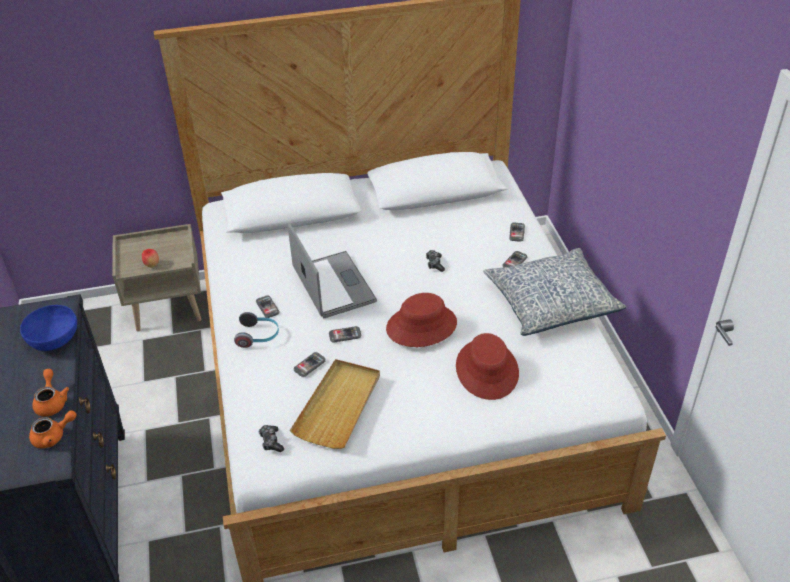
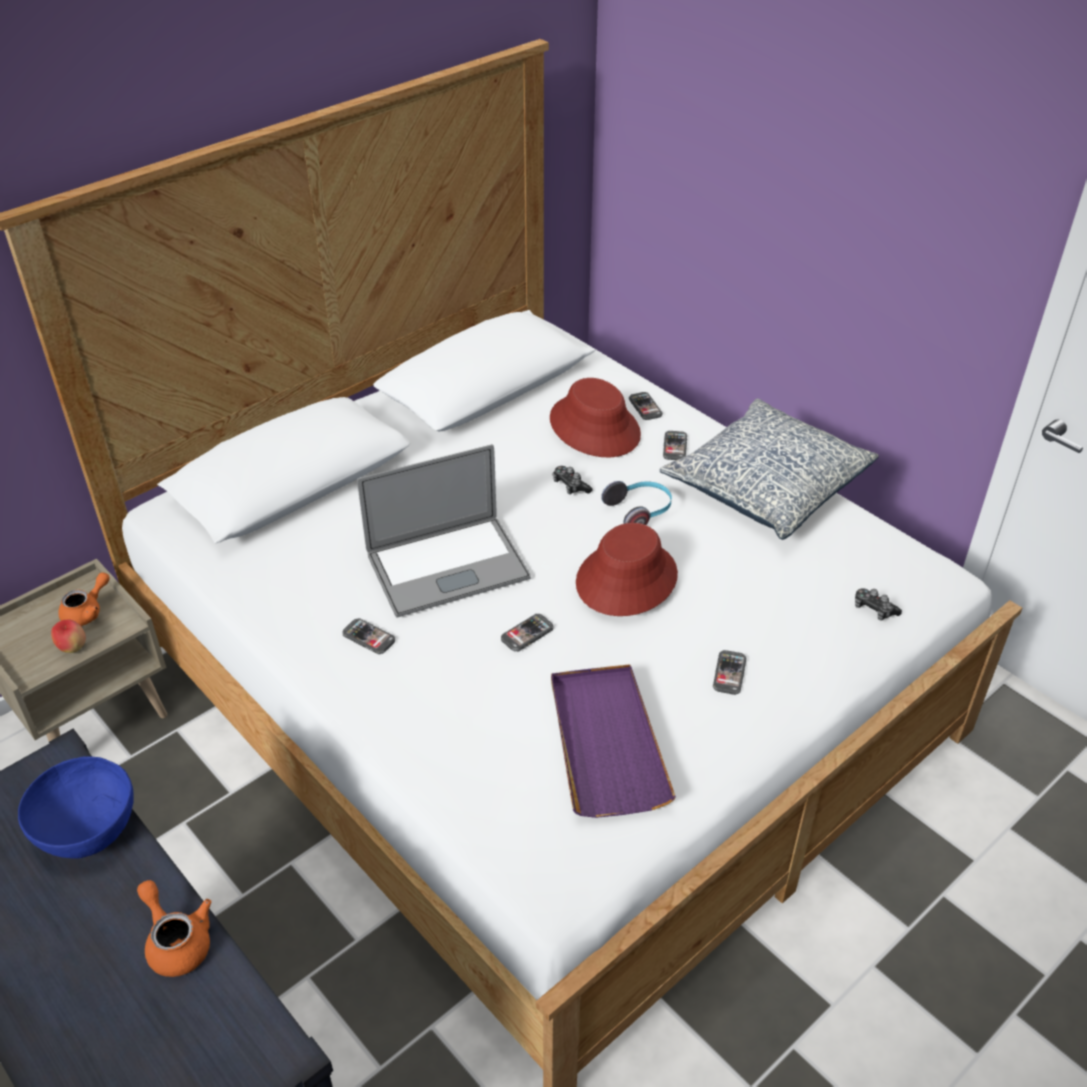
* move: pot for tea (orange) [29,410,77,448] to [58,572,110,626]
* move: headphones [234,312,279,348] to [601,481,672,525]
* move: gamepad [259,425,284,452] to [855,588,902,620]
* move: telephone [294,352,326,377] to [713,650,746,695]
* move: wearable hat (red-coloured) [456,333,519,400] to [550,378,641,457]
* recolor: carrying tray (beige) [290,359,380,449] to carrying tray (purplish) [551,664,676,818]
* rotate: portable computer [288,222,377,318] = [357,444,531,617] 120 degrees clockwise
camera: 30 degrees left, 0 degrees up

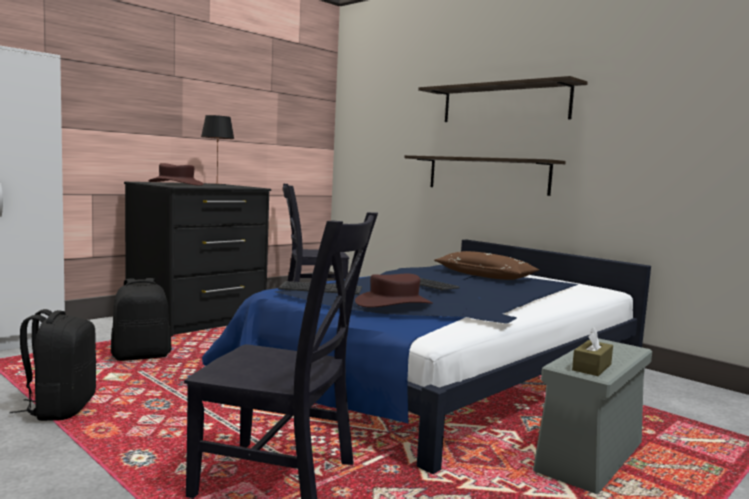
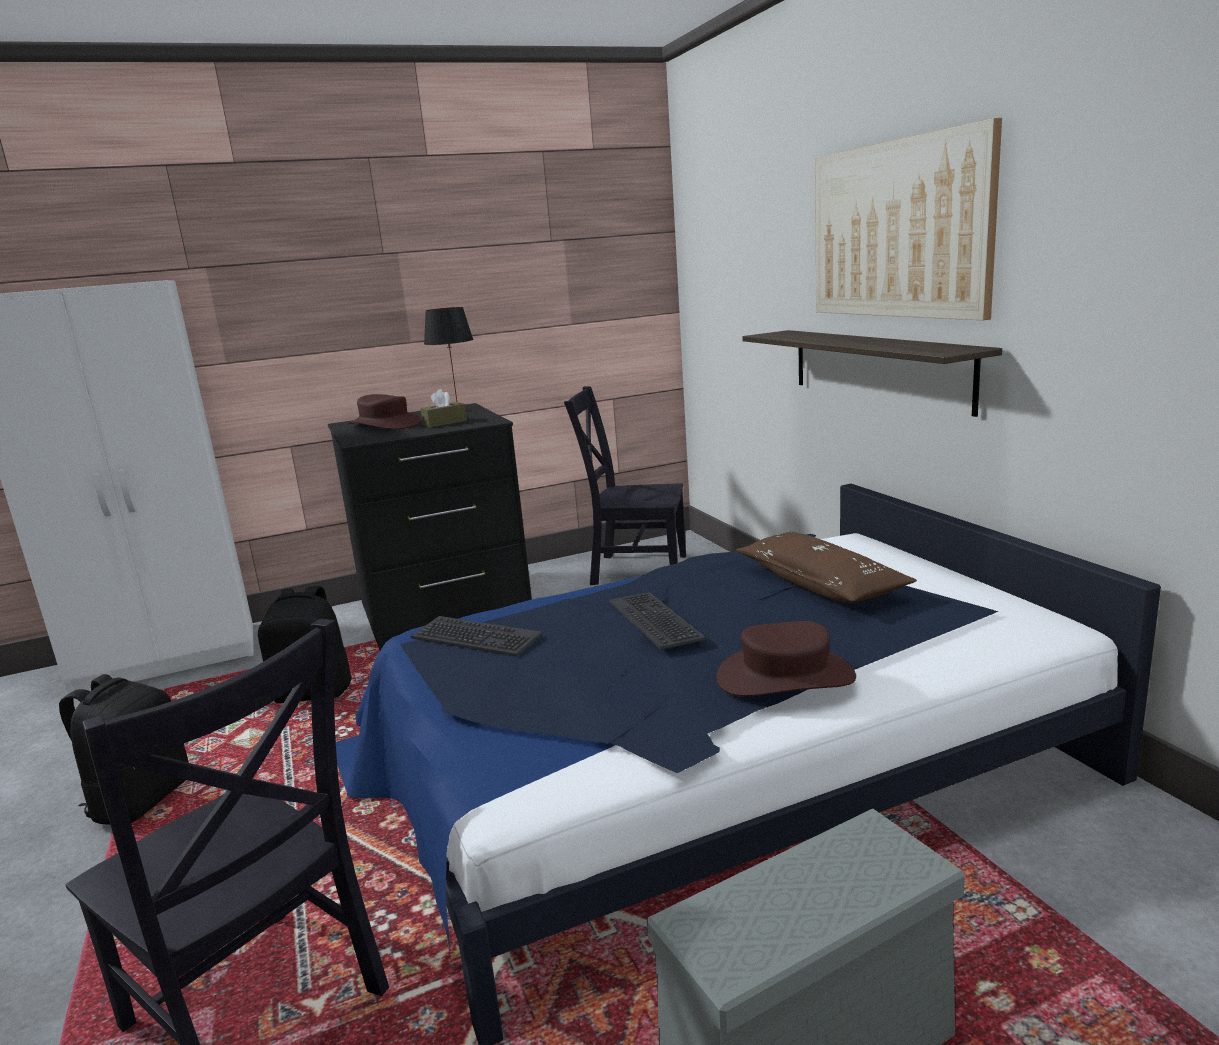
* move: wearable hat (brownish) [355,274,433,308] to [716,621,856,697]
* move: tissue box (brownish) [572,327,613,376] to [421,389,467,428]
* replace: bracket shelf [418,76,588,122] to picture [815,118,1002,320]
camera: 25 degrees right, 10 degrees up

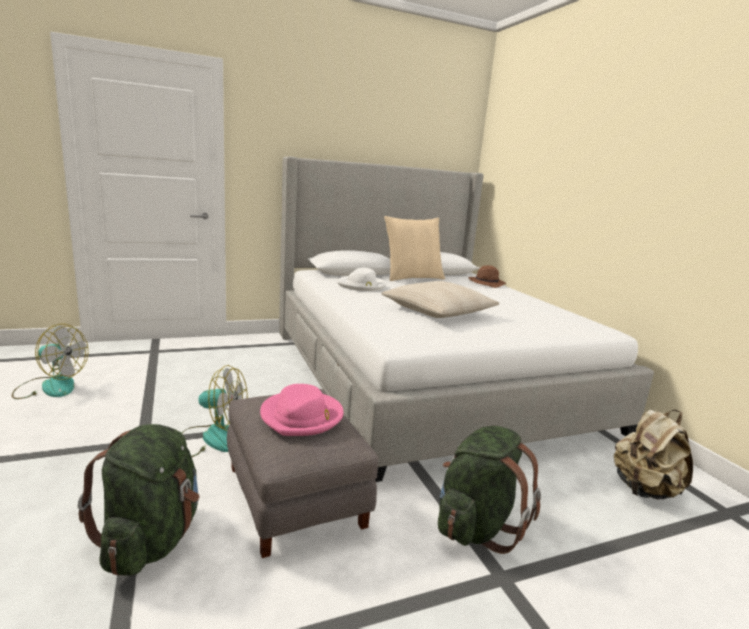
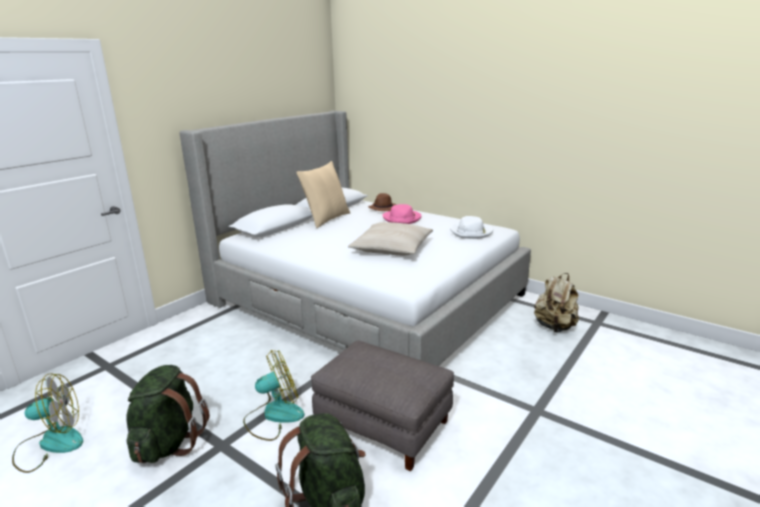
* move: wearable hat (pink-coloured) [260,384,344,436] to [382,204,422,224]
* move: wearable hat (whitish) [337,268,386,291] to [450,216,493,239]
* move: knapsack (green-coloured) [438,426,541,554] to [127,365,210,463]
camera: 30 degrees left, 5 degrees up

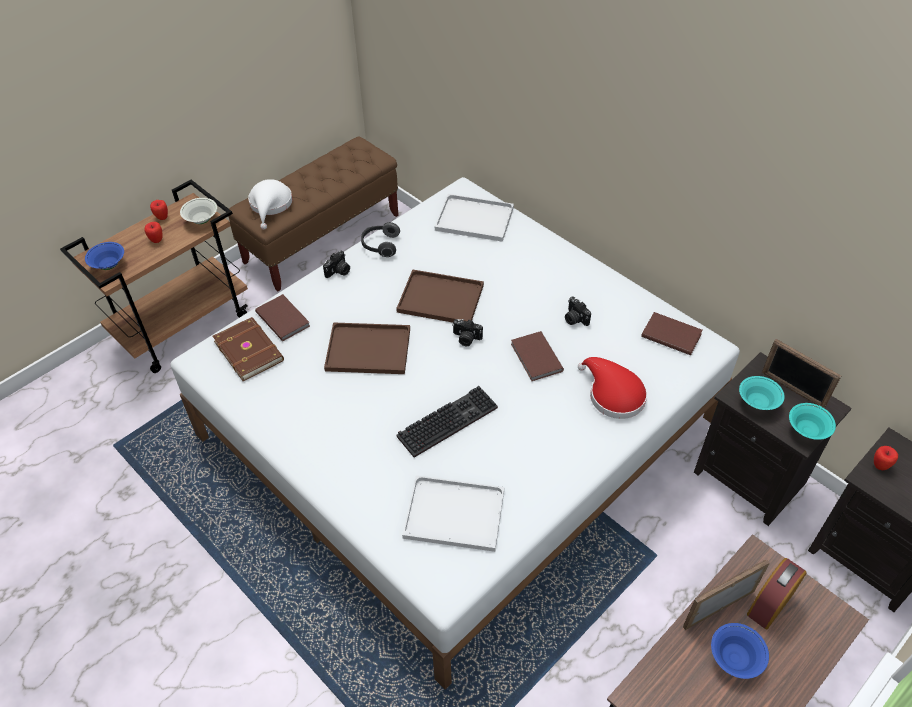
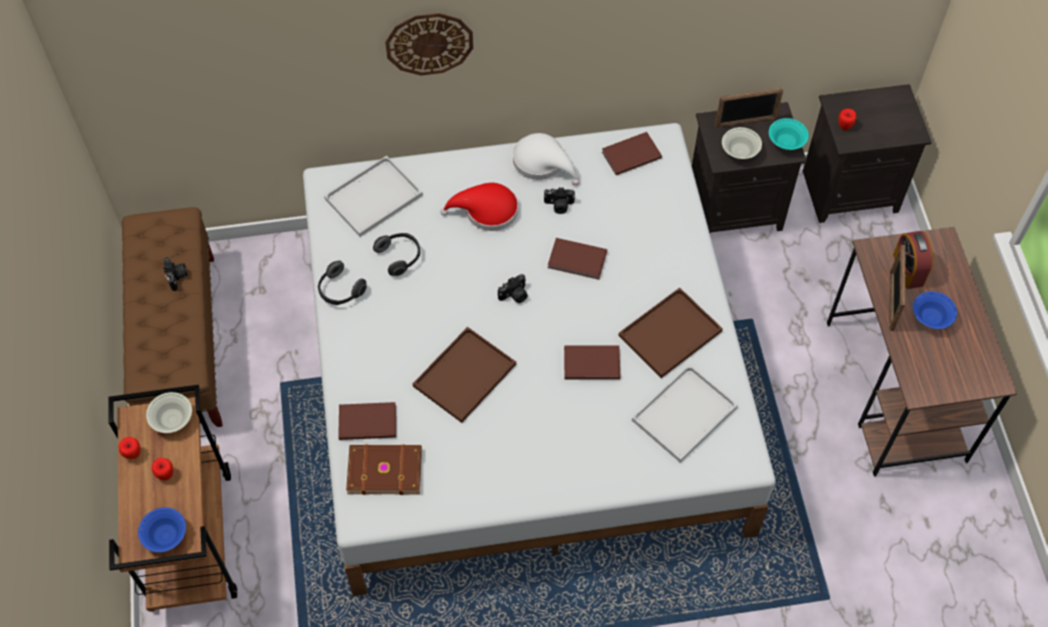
* insert: headphones [373,233,420,276]
* insert: wall clock [385,13,473,75]
* move: wearable hat (whitish) [248,179,293,230] to [513,133,580,186]
* move: photo camera [323,251,350,278] to [163,257,188,291]
* move: carrying tray (brownish) [396,269,484,323] to [619,288,723,378]
* move: wearable hat (red-coloured) [578,357,647,419] to [440,183,518,231]
* replace: computer keyboard [397,386,498,458] to bound book (brownish) [564,345,620,380]
* recolor: serving bowl (turquoise-coloured) [739,376,785,410] to serving bowl (whitish) [722,127,762,159]
camera: 55 degrees left, 10 degrees up

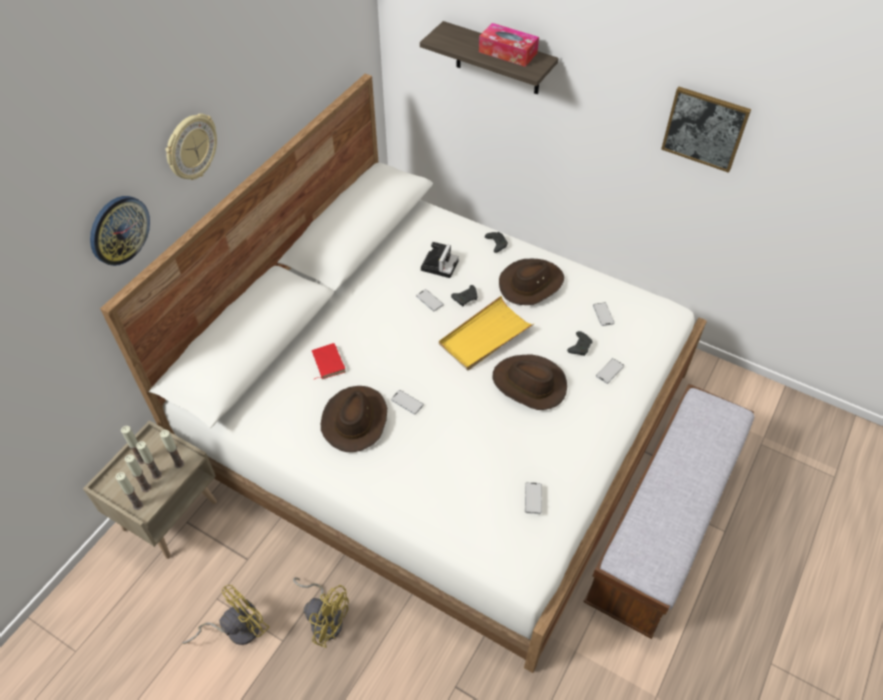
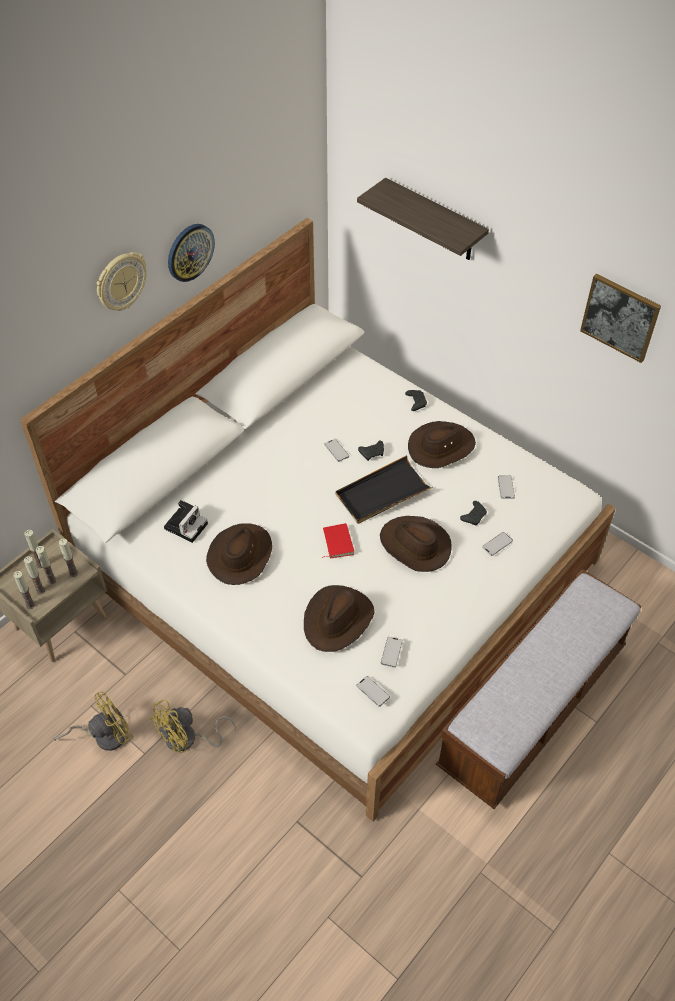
* delete: tissue box [479,23,539,67]
* insert: wearable hat (brownish) [304,585,375,652]
* move: wall clock [90,196,150,266] to [168,224,215,282]
* move: bound book (red-coloured) [312,343,346,379] to [322,523,354,558]
* move: telephone [391,390,424,415] to [356,676,390,707]
* move: photo camera [421,242,459,278] to [164,500,208,543]
* recolor: carrying tray (yellow-coloured) [439,296,535,370] to carrying tray (black-coloured) [335,455,433,524]
* rotate: cooling fan (yellow-coloured) [293,577,349,648] = [150,700,236,753] 105 degrees clockwise
camera: 10 degrees right, 0 degrees up

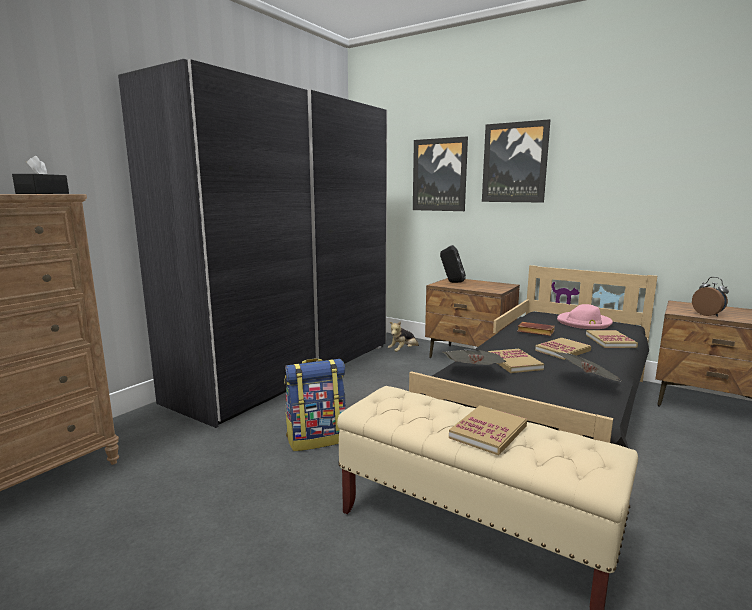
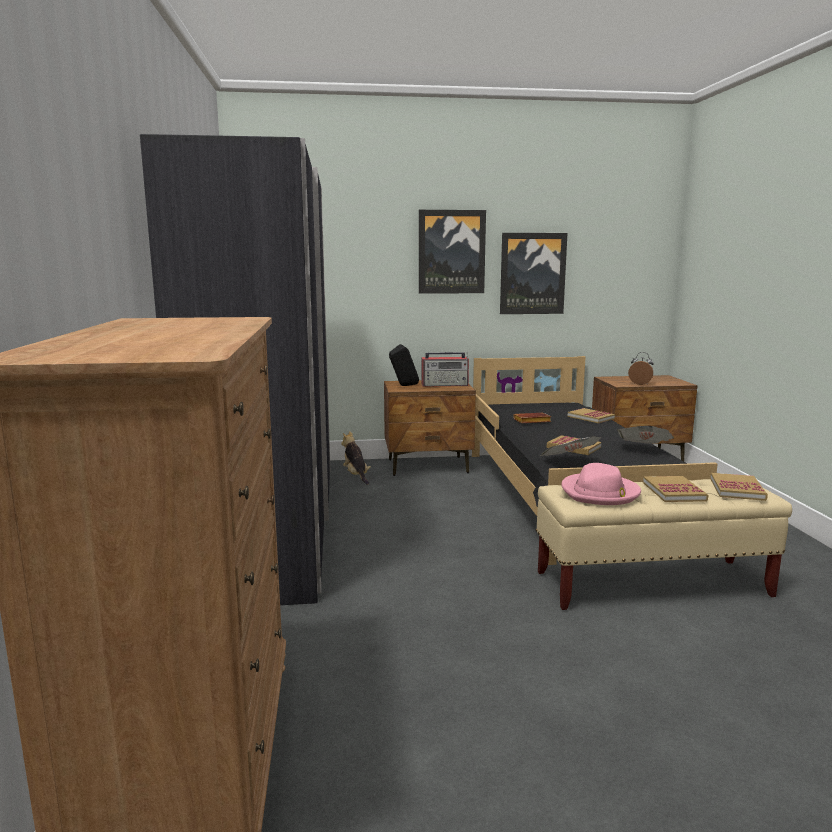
* delete: tissue box (black-coloured) [12,156,69,194]
* delete: knapsack [284,358,346,451]
* insert: radio receiver [421,351,469,387]
* move: picture [413,136,468,211] to [500,233,567,314]
* move: bound book [535,338,591,360] to [710,473,768,501]
* move: wearable hat (pink-coloured) [557,304,613,329] to [562,463,641,505]
* rotate: plush toy [388,321,419,352] = [341,431,371,485] 150 degrees clockwise
camera: 40 degrees left, 0 degrees up

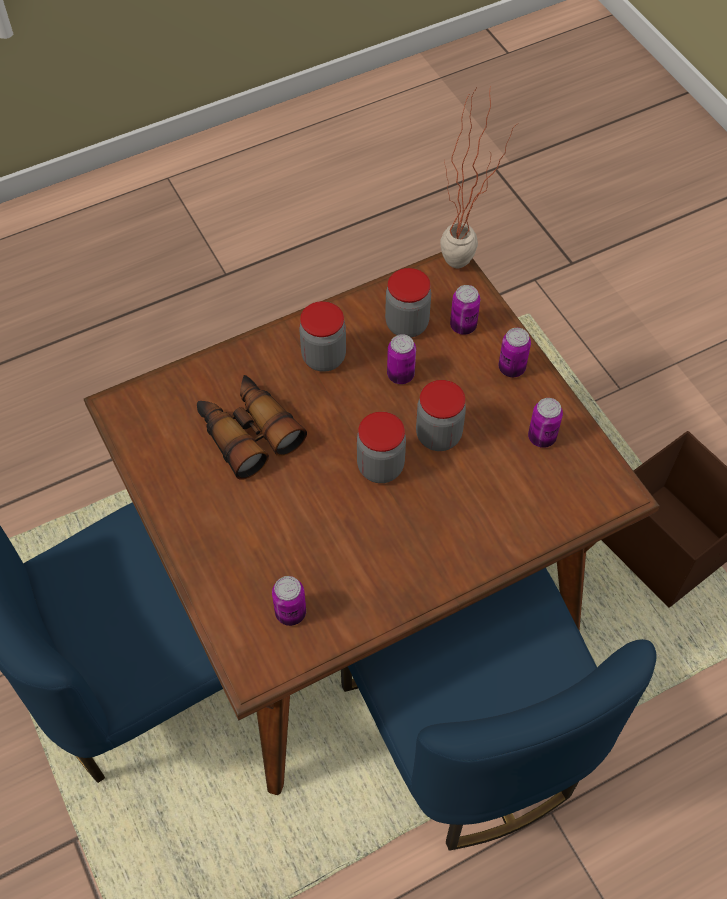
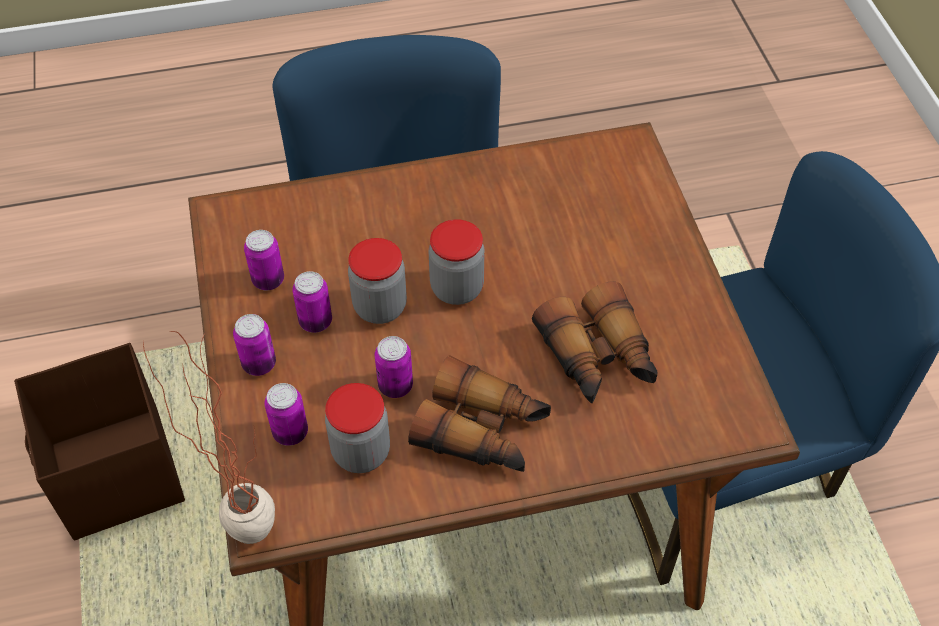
* move: sealed can [272,576,306,626] to [292,271,332,333]
* replace: jar [299,301,346,372] to field glasses [408,355,551,472]
camera: 165 degrees left, 5 degrees down

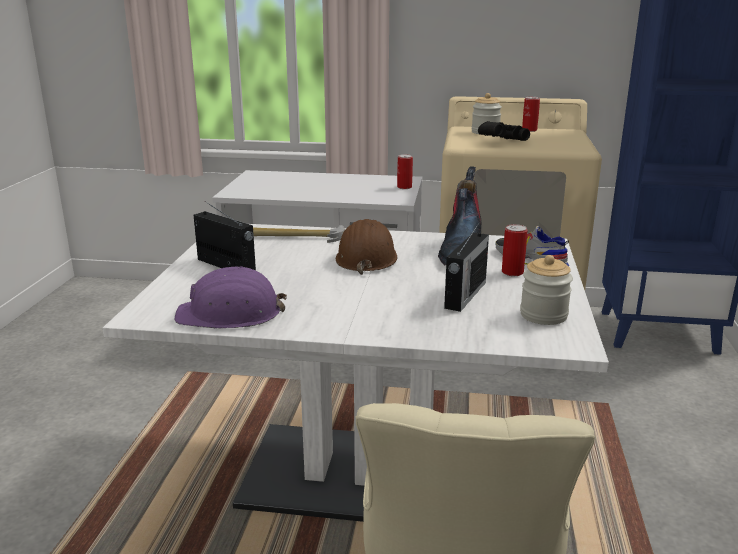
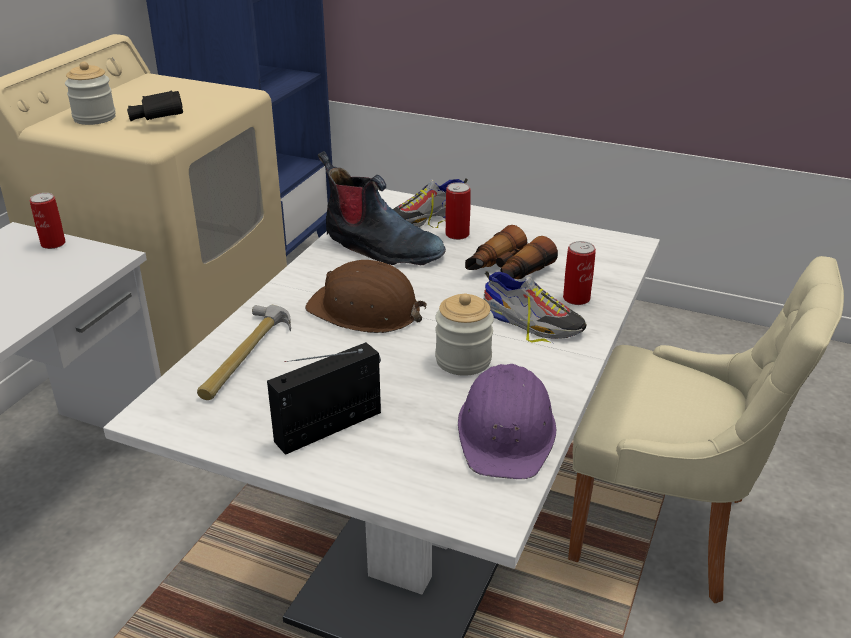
* insert: shoe [484,271,587,343]
* move: jar [520,255,573,325] to [435,293,494,376]
* move: sealed can [522,97,540,132] to [563,241,596,305]
* replace: radio receiver [444,222,489,312] to field glasses [465,225,558,279]
camera: 75 degrees left, 10 degrees up

